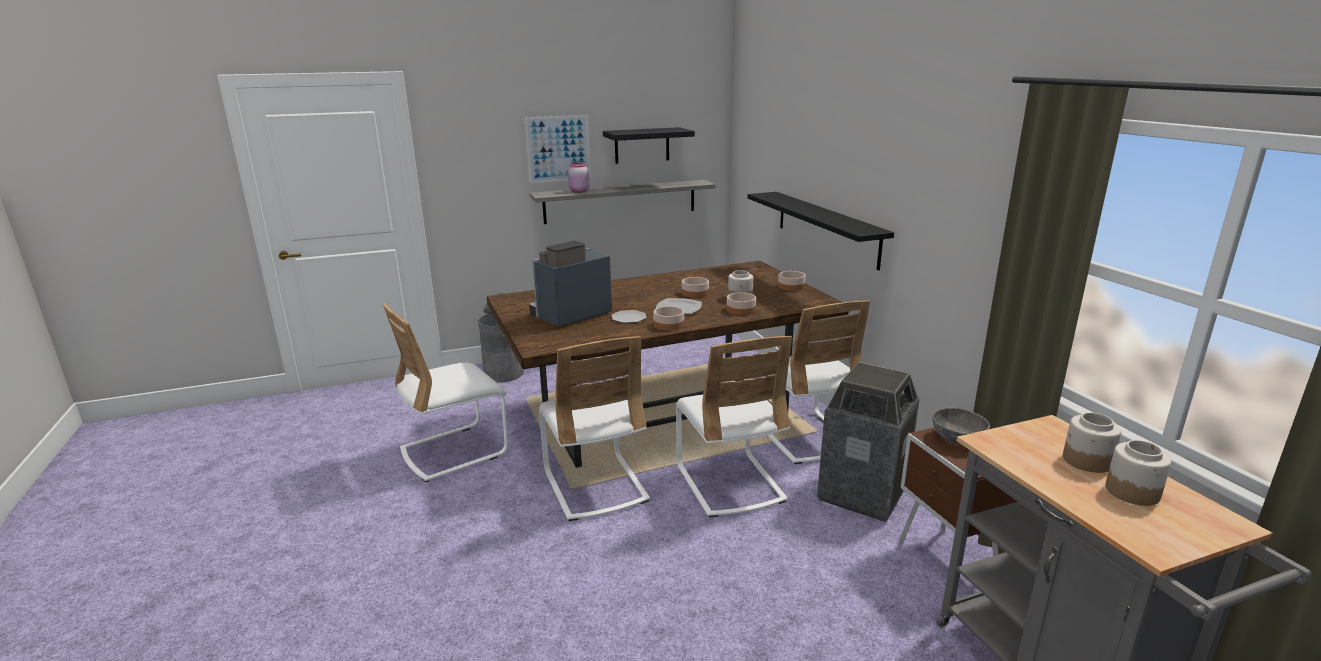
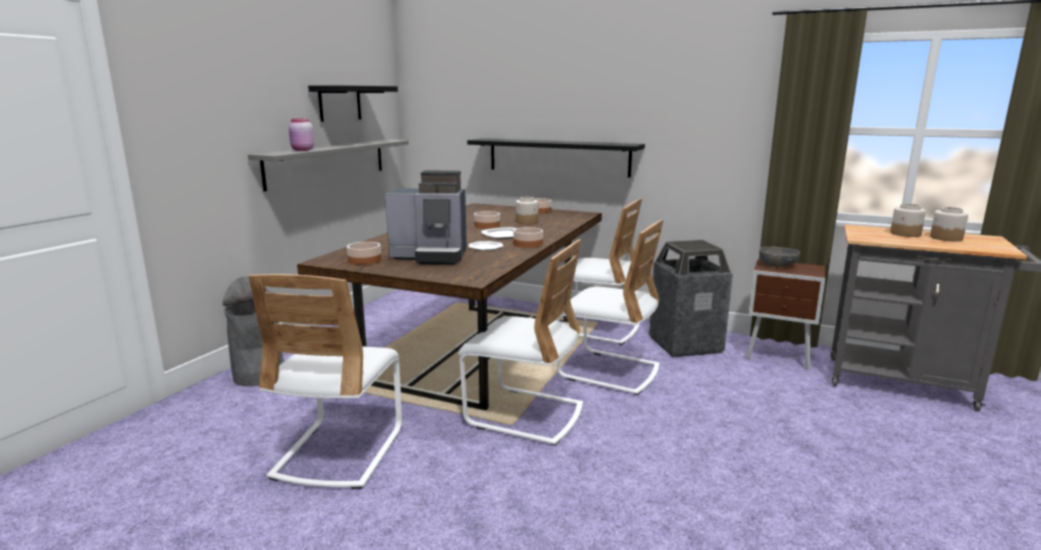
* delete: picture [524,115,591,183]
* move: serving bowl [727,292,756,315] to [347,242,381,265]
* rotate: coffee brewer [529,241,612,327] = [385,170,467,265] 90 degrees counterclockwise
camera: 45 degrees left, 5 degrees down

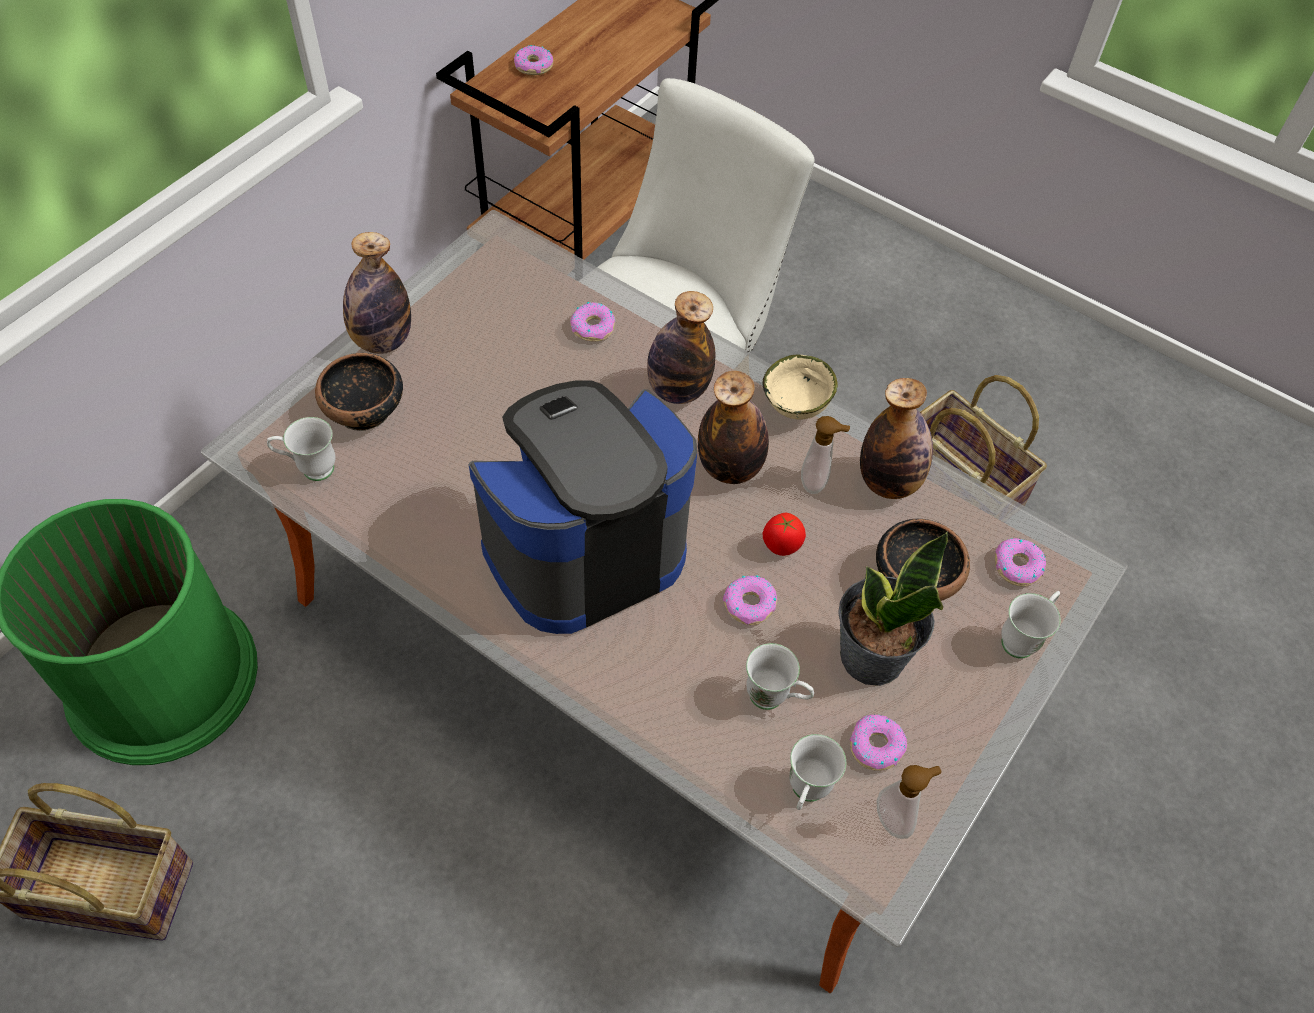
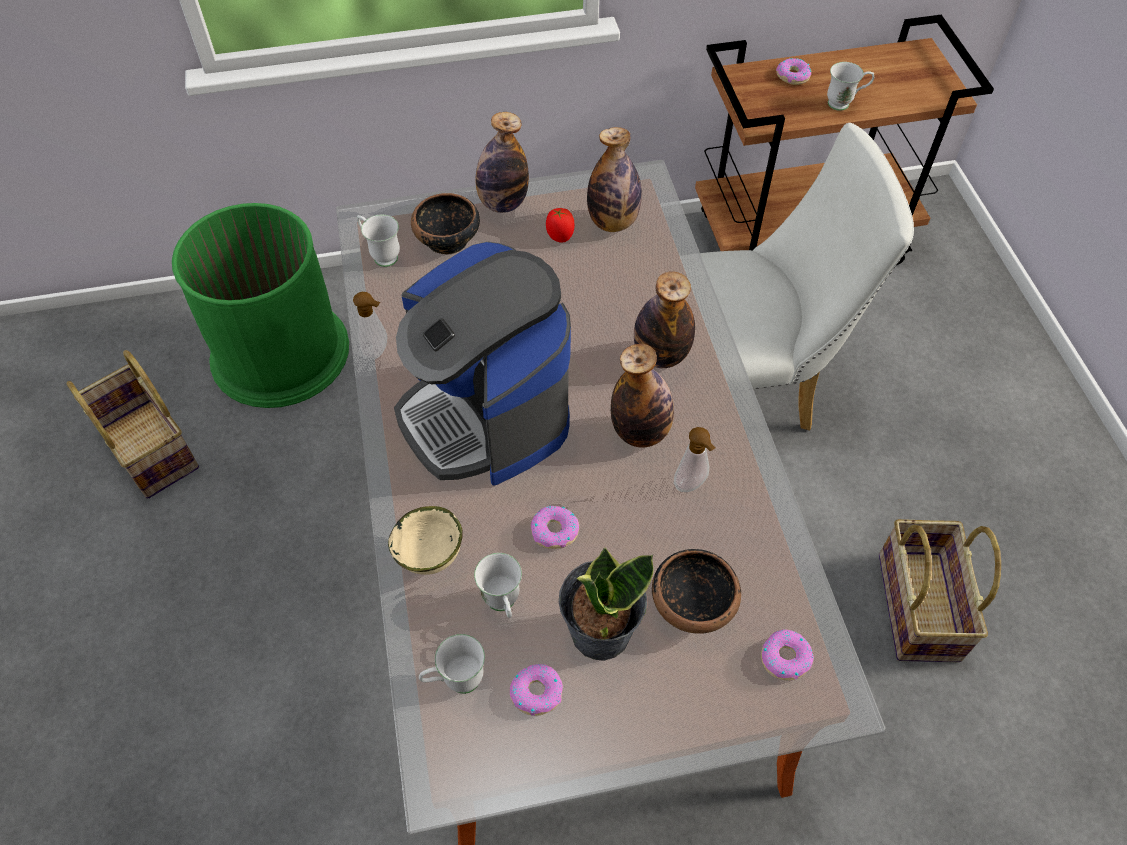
* delete: donut [570,302,615,342]
* move: serving bowl (beige) [762,354,837,420] to [388,506,463,575]
* move: whole tomato [763,513,806,556] to [546,208,575,243]
* move: beverage bottle [860,378,933,499] to [587,127,642,232]
* move: soap bottle [876,765,941,839] to [353,292,387,360]
* move: coffee mug (whitish) [1001,591,1061,658] to [827,62,874,111]
* rotate: coffee brewer [469,380,697,634] = [394,242,571,486] 135 degrees counterclockwise
camera: 45 degrees right, 0 degrees up

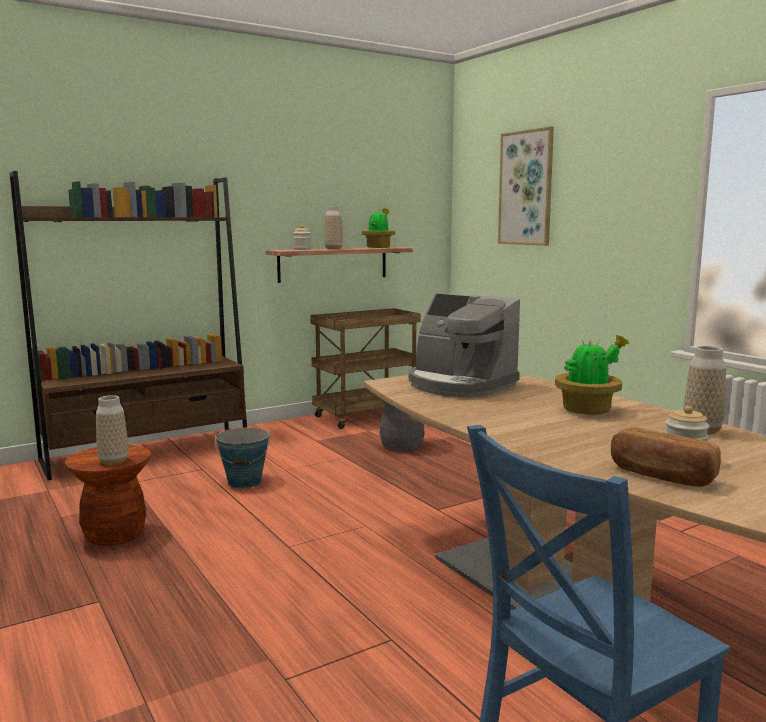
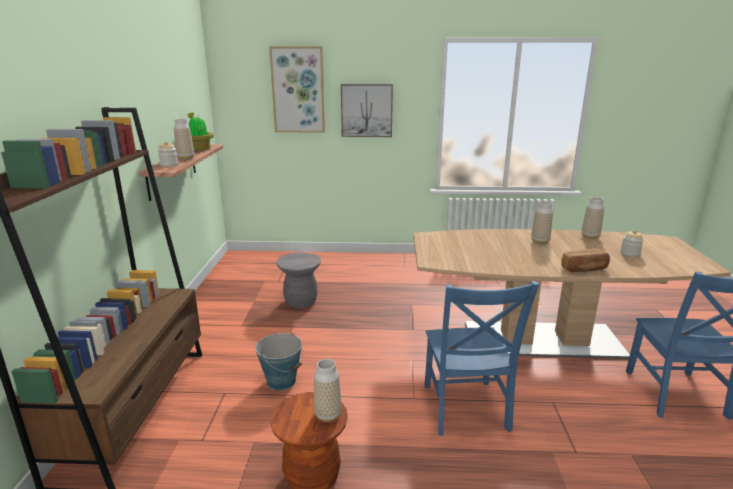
* delete: wheeled cart (brownish) [310,308,421,429]
* delete: coffee brewer [409,293,520,397]
* insert: picture [341,84,393,137]
* insert: chair (blue-coloured) [425,281,540,436]
* move: baked bread [611,427,721,487] to [561,248,610,272]
* replace: plant in a pot [555,335,629,415] to decorative vase [531,201,553,244]
camera: 55 degrees left, 10 degrees up

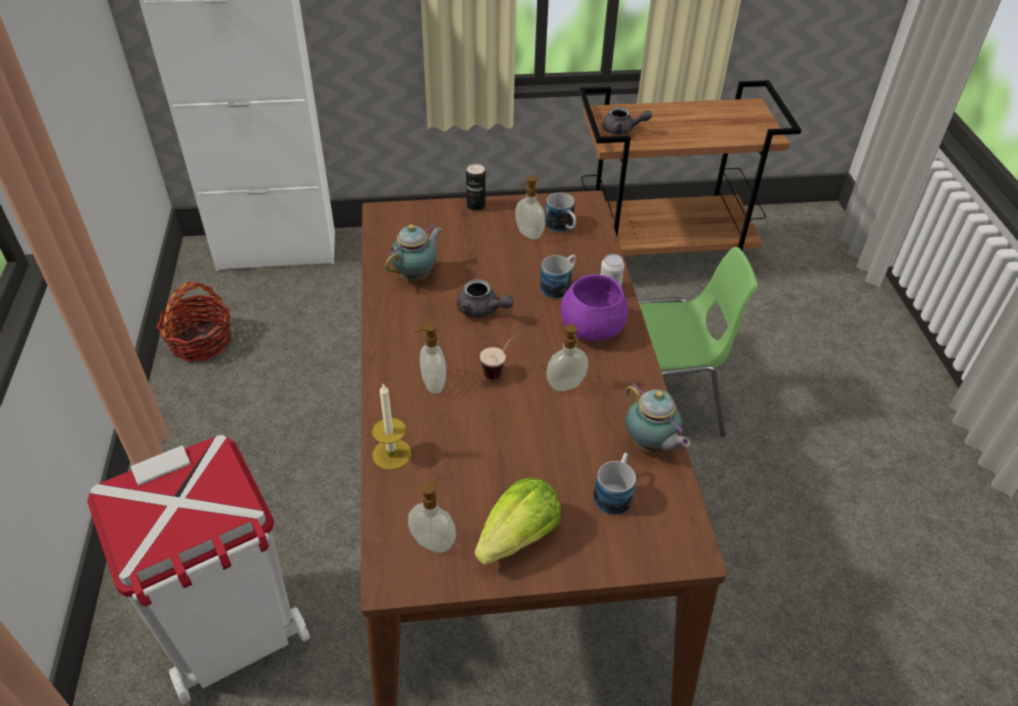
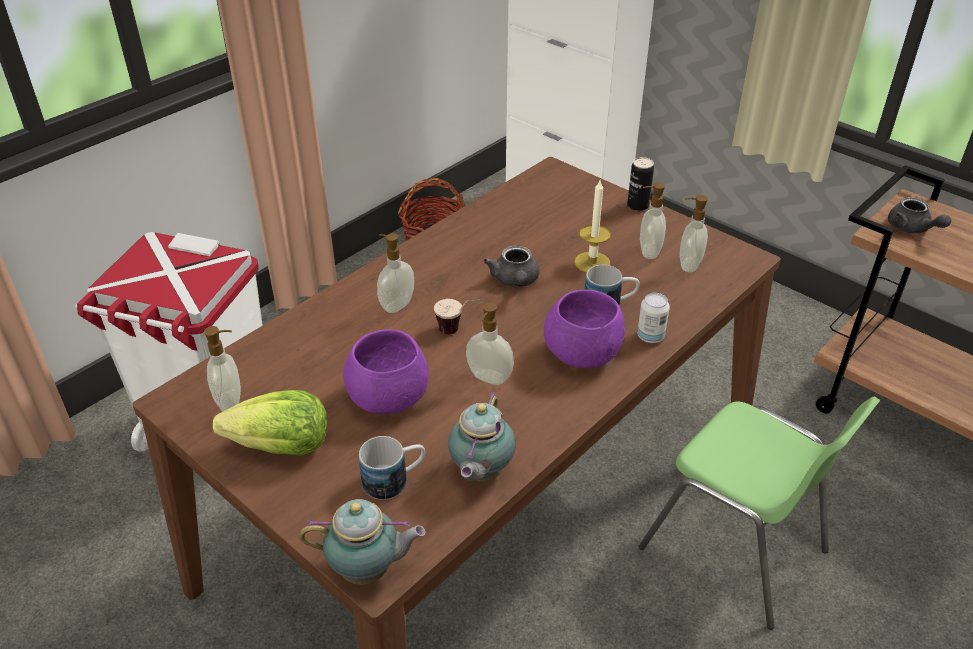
* insert: serving bowl (purplish) [343,329,429,414]
* move: candle [372,384,411,470] to [574,180,611,273]
* move: pot for tea [385,224,443,281] to [299,499,426,585]
* replace: coffee mug [545,192,576,233] to soap bottle [680,195,708,272]
camera: 50 degrees right, 5 degrees down

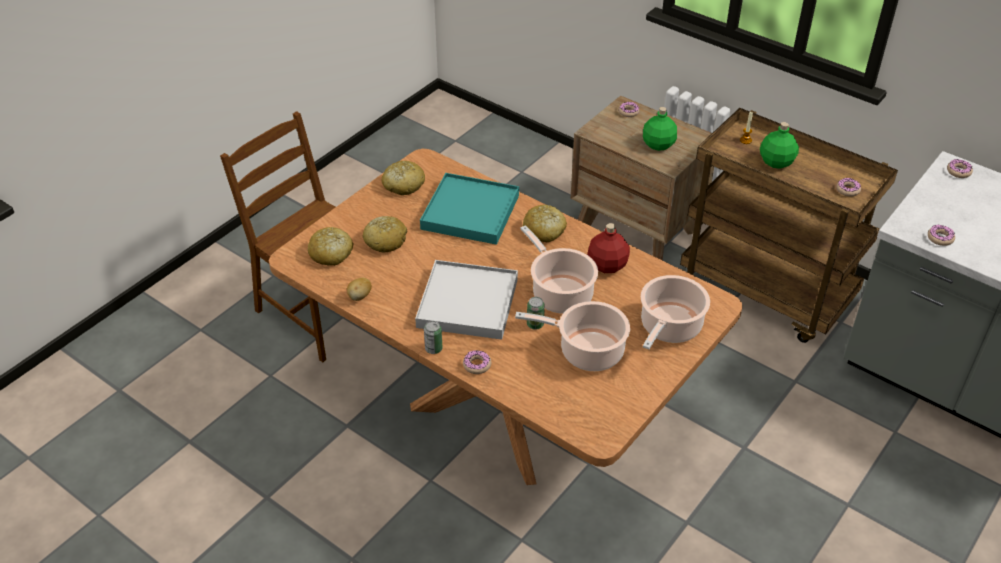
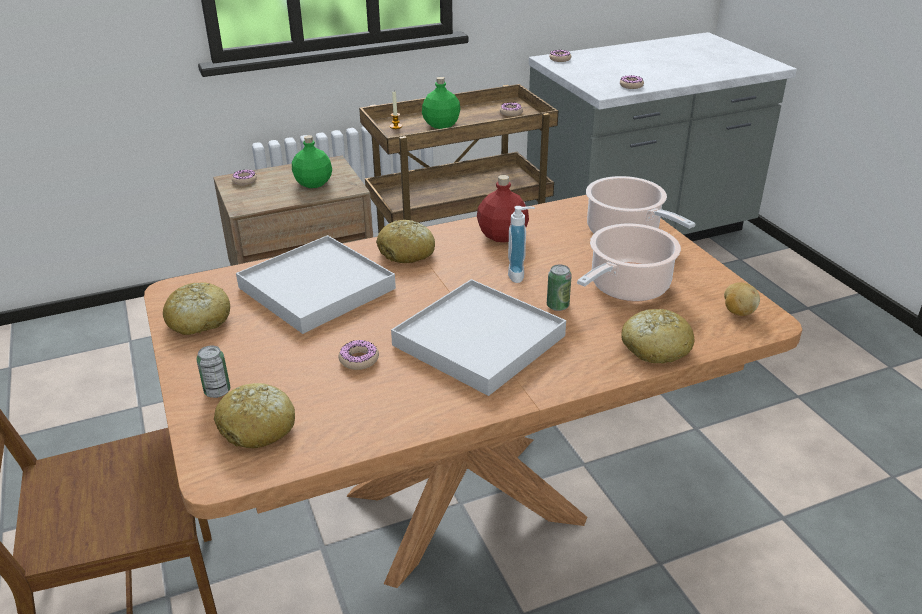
* move: whole potato [347,278,372,301] to [724,282,760,316]
* move: baked bread [362,216,407,252] to [621,309,694,364]
* move: sealed can [424,321,443,354] to [196,345,230,398]
* move: donut [463,350,491,374] to [339,340,379,370]
* replace: stockpot [520,225,598,314] to soap bottle [508,206,535,283]
* recolor: carrying tray (turquoise-coloured) [420,173,519,245] to carrying tray (whitish) [236,235,396,334]
camera: 60 degrees left, 10 degrees down

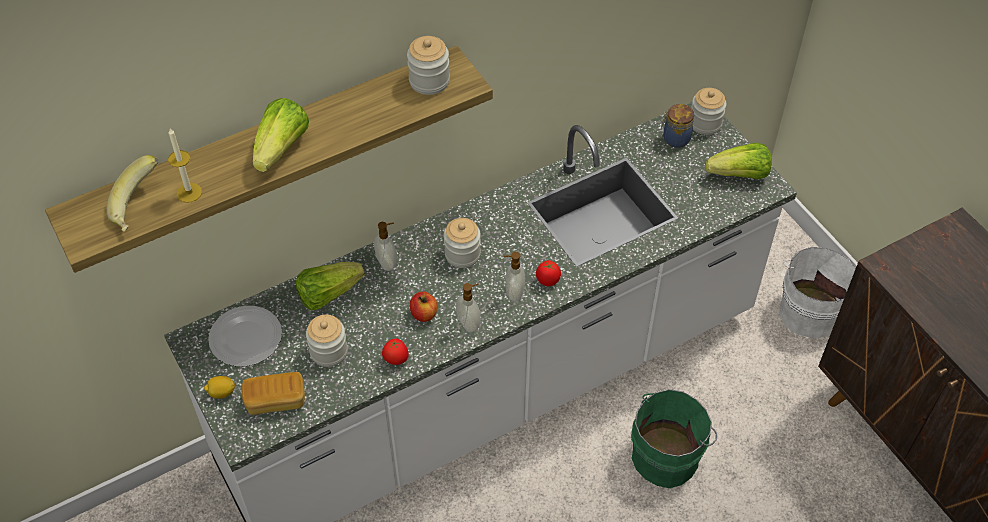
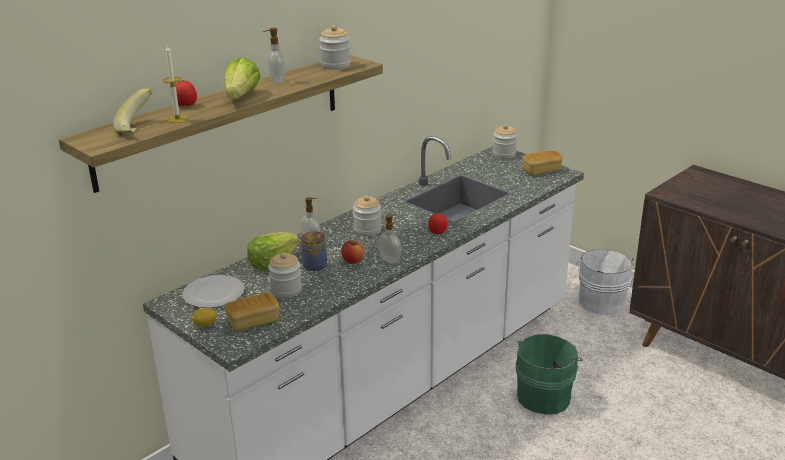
* move: whole tomato [382,339,409,365] to [176,80,197,106]
* move: soap bottle [504,252,525,302] to [263,28,285,84]
* move: jar [661,104,694,148] to [298,231,327,271]
* replace: lettuce [706,143,772,179] to baked bread [523,150,563,175]
camera: 15 degrees left, 25 degrees down

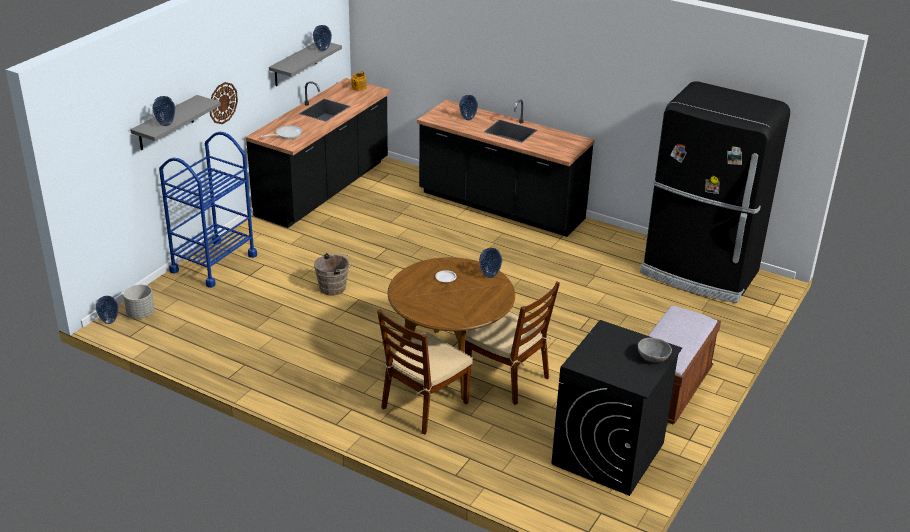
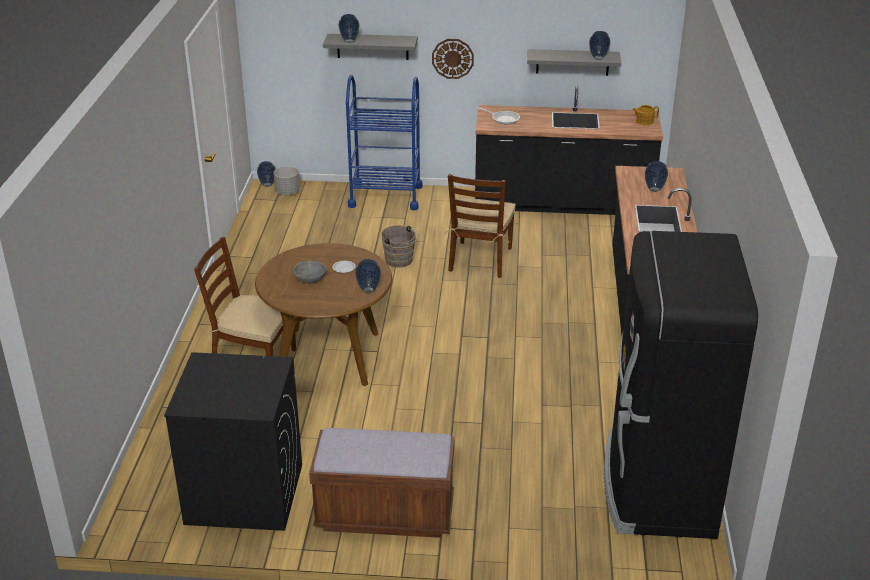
* move: chair (brownish) [465,281,560,405] to [444,174,516,278]
* move: serving bowl (greyish) [638,338,672,363] to [294,261,326,283]
camera: 65 degrees right, 0 degrees up

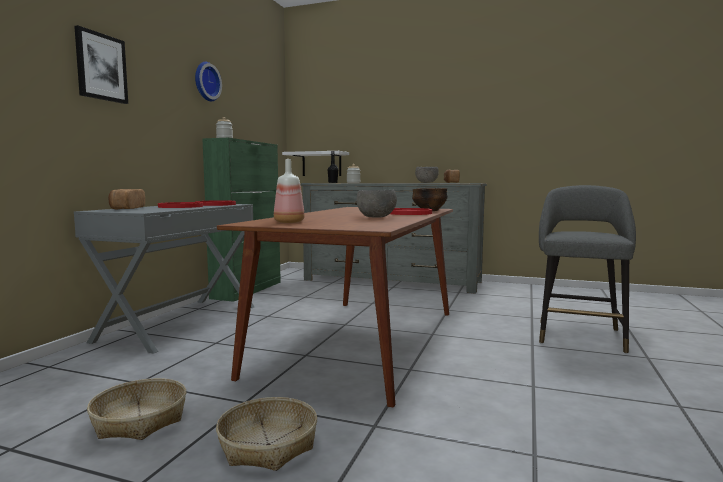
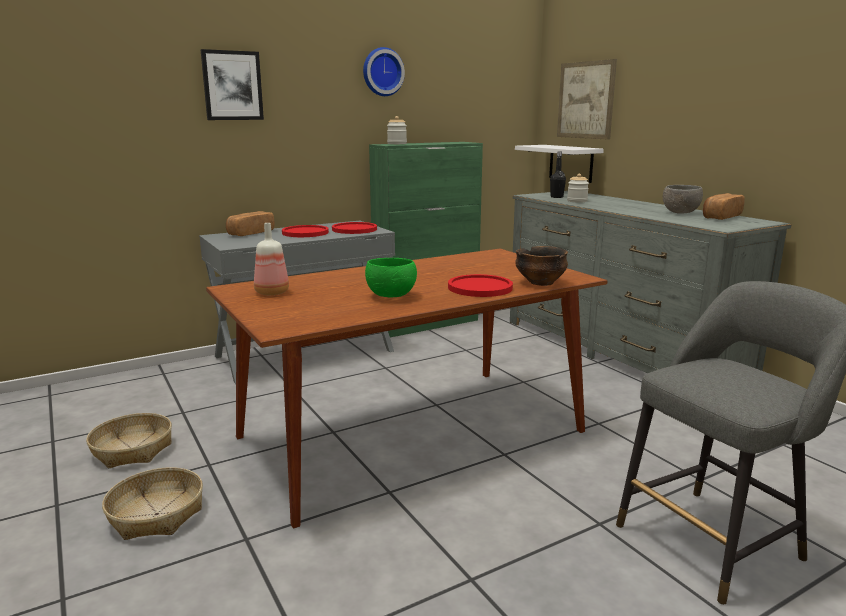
* insert: picture [557,59,617,140]
* recolor: serving bowl (greyish) [356,190,397,218] to serving bowl (green-coloured) [365,258,417,297]
camera: 40 degrees right, 10 degrees up

